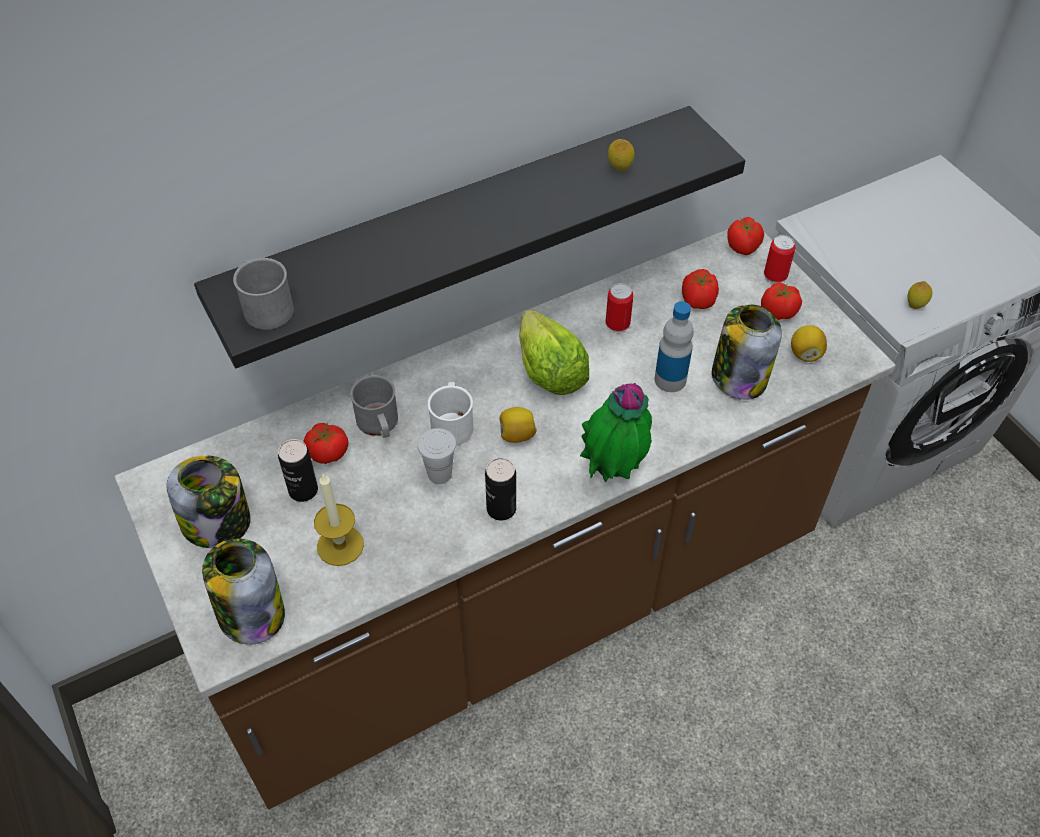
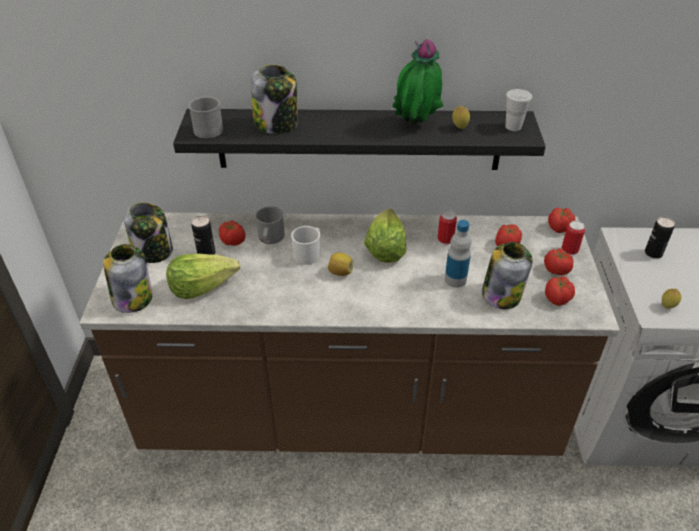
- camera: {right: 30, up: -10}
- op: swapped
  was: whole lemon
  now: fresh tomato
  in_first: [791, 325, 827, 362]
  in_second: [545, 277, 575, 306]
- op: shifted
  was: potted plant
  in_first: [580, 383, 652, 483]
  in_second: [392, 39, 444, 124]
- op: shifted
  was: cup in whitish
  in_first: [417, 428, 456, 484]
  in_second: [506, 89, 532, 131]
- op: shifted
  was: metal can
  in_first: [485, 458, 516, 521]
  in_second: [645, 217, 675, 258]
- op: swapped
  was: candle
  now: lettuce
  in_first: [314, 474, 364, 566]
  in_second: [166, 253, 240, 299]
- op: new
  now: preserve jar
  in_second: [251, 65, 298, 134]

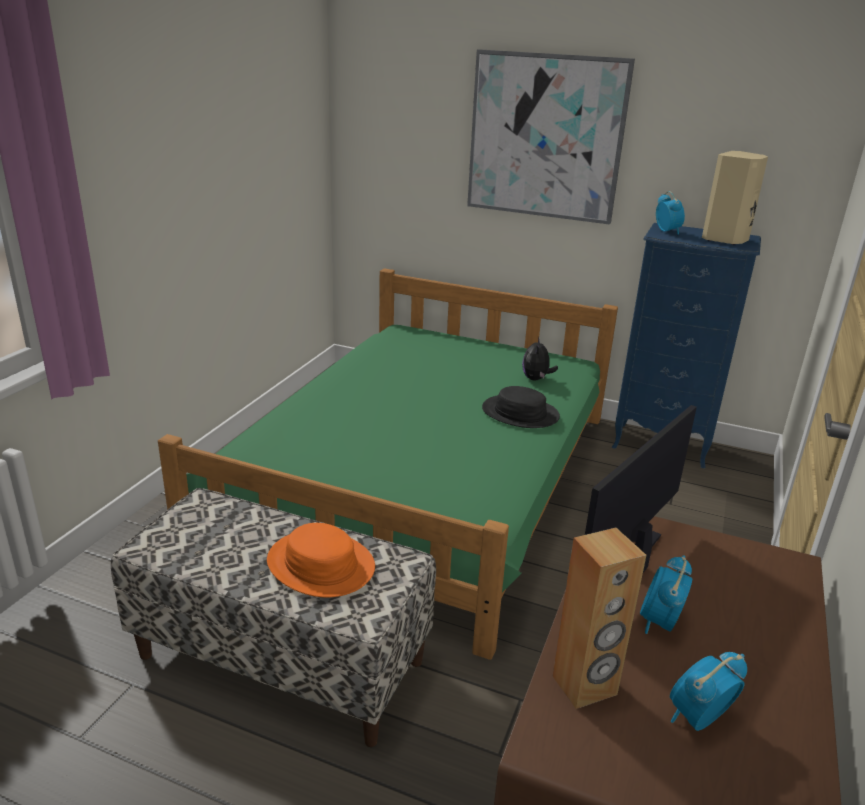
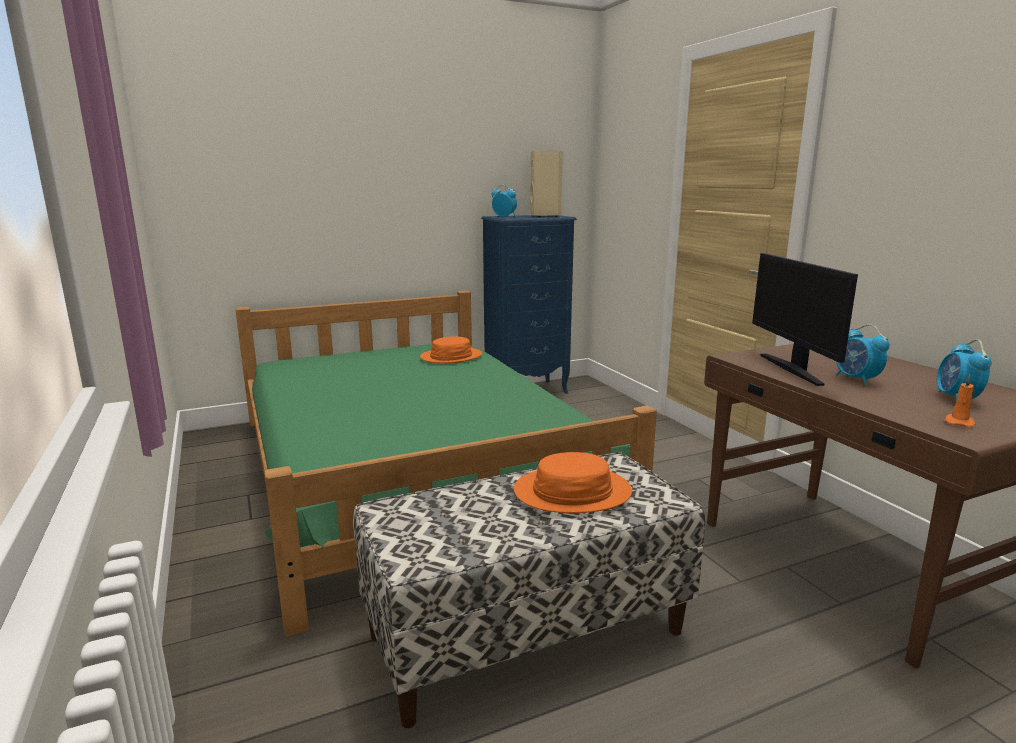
- camera: {right: -45, up: -10}
- op: gone
  was: wall art
  in_first: [467, 49, 635, 225]
- op: swapped
  was: cuddly toy
  now: wearable hat in orange-coloured
  in_first: [522, 337, 558, 380]
  in_second: [420, 336, 482, 363]
- op: gone
  was: wearable hat in black
  in_first: [482, 386, 560, 428]
- op: gone
  was: loudspeaker in brown-coloured
  in_first: [553, 527, 646, 709]
- op: new
  now: candle in orange-coloured
  in_second: [945, 375, 976, 427]

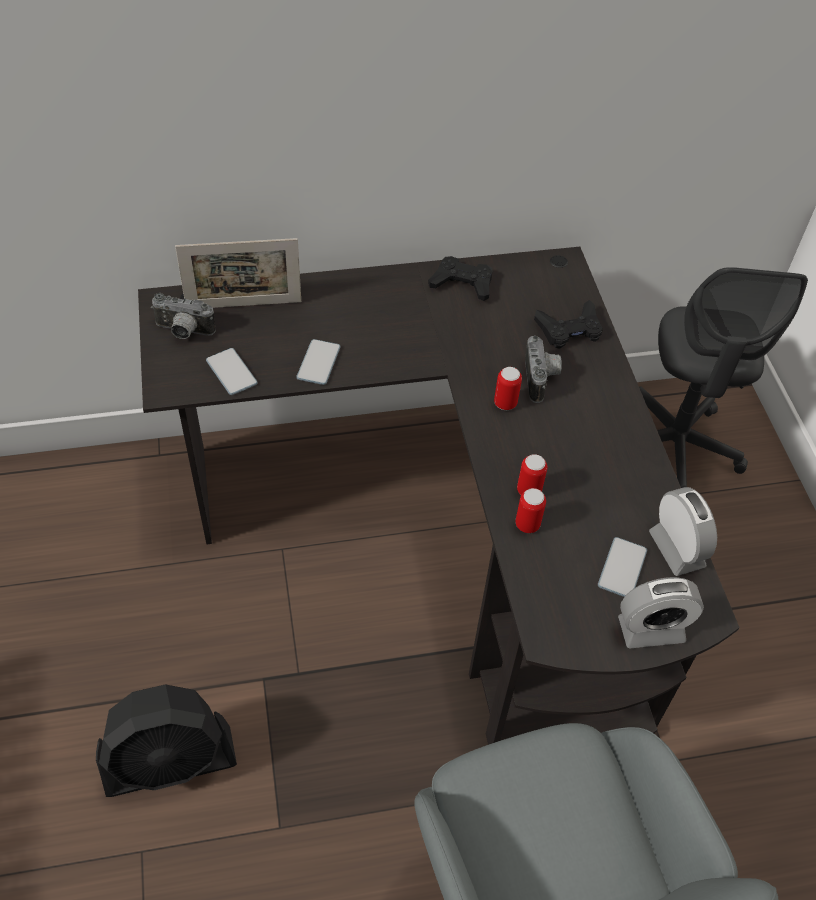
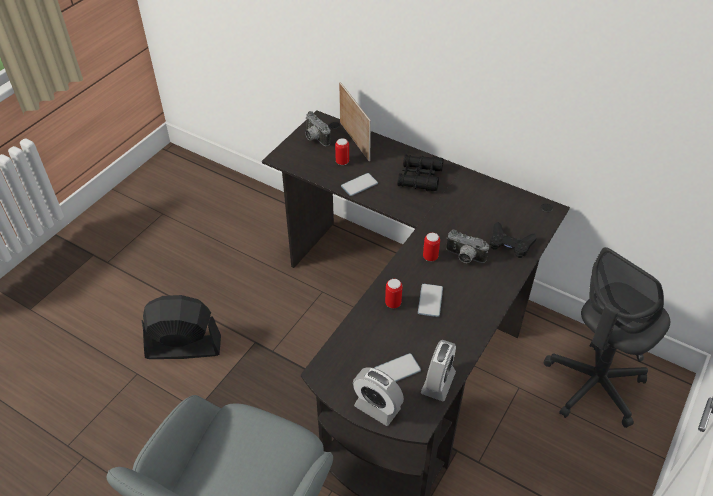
- camera: {right: 45, up: -5}
- op: rotated
  was: photo frame
  in_first: [175, 238, 301, 308]
  in_second: [339, 82, 371, 161]
  clockwise: -150
- op: gone
  was: joypad in black
  in_first: [428, 256, 493, 301]
- op: rotated
  was: still camera
  in_first: [525, 335, 562, 403]
  in_second: [446, 230, 489, 263]
  clockwise: 75
- op: shifted
  was: telephone
  in_first: [206, 348, 258, 395]
  in_second: [418, 284, 443, 317]
- op: shifted
  was: metal can
  in_first: [515, 488, 546, 533]
  in_second: [335, 138, 349, 165]
- op: rotated
  was: electric fan in black
  in_first: [96, 684, 237, 797]
  in_second: [141, 295, 221, 359]
  clockwise: 150
- op: new
  now: pair of binoculars in black
  in_second: [398, 155, 444, 191]

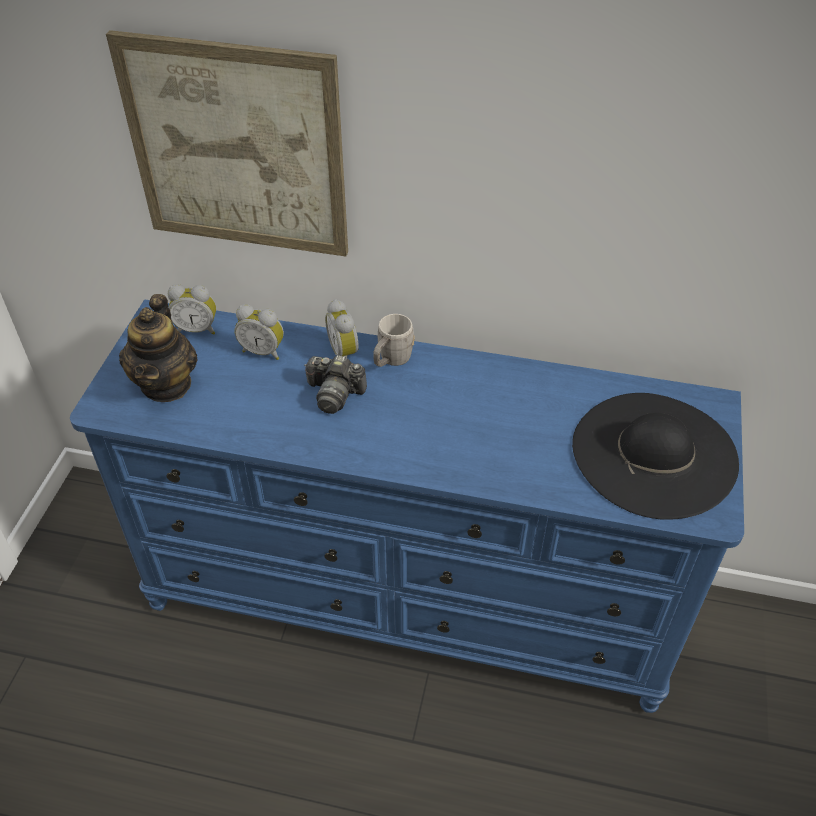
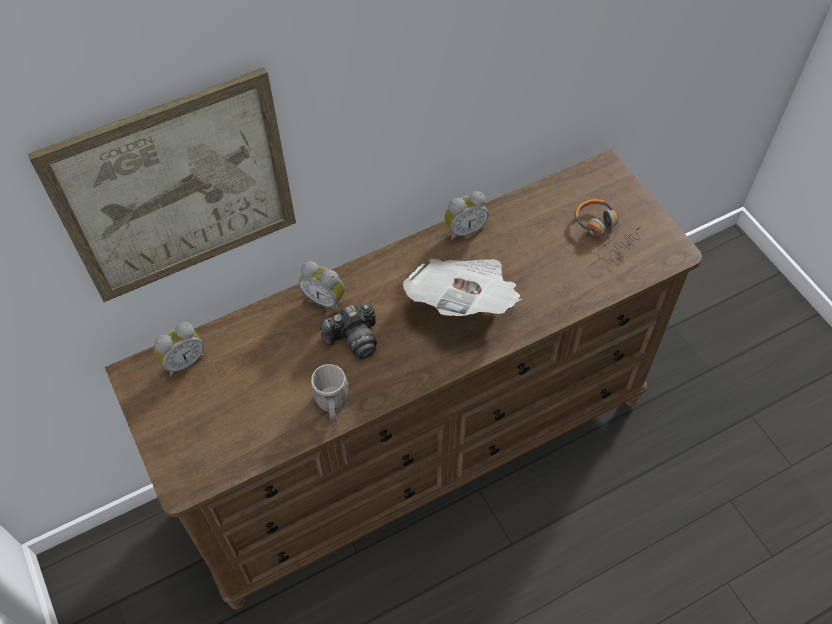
- camera: {right: -40, up: 10}
- op: gone
  was: teapot
  in_first: [119, 294, 198, 402]
- op: repainted
  was: drawer chest in blue-coloured
  now: drawer chest in brown-coloured
  in_first: [70, 299, 744, 713]
  in_second: [105, 149, 702, 610]
- op: shifted
  was: table clock
  in_first: [234, 304, 284, 360]
  in_second: [444, 191, 489, 240]
- op: shifted
  was: mug in greyish
  in_first: [373, 314, 415, 367]
  in_second: [311, 364, 349, 423]
- op: swapped
  was: wearable hat in black
  now: headset
  in_first: [572, 393, 739, 520]
  in_second: [575, 199, 642, 260]
- op: new
  now: newspaper
  in_second: [403, 259, 522, 316]

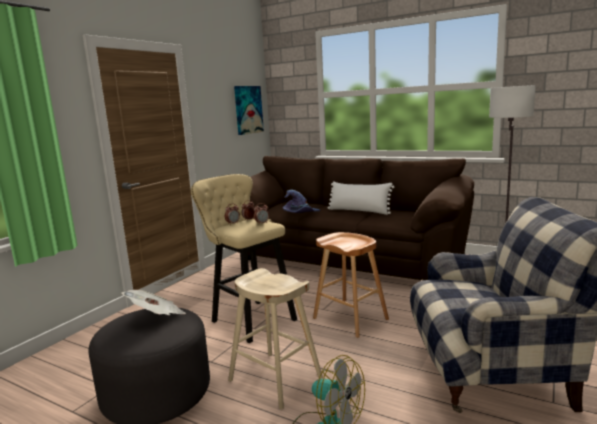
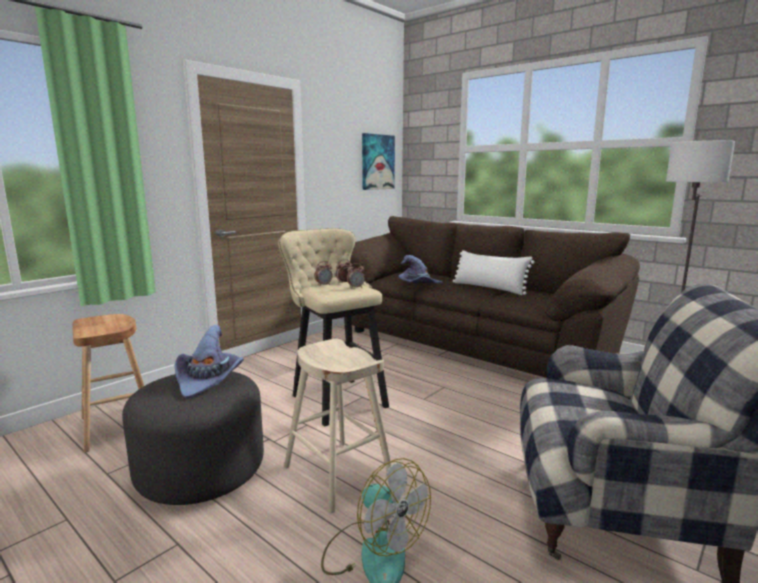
- camera: {right: 10, up: 0}
- op: shifted
  was: stool seat in brown-coloured
  in_first: [313, 232, 389, 338]
  in_second: [72, 314, 144, 452]
- op: swapped
  was: newspaper
  now: wearable hat in purple-coloured
  in_first: [121, 290, 186, 315]
  in_second: [175, 325, 244, 399]

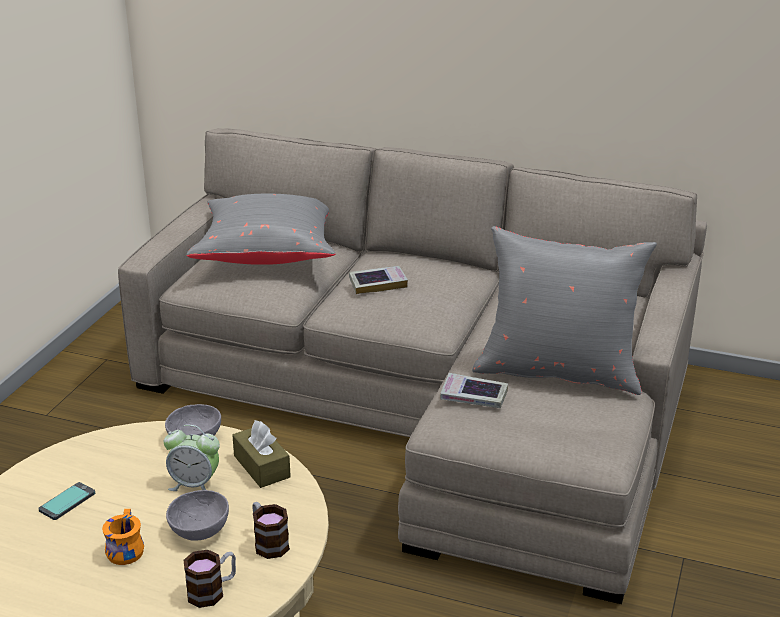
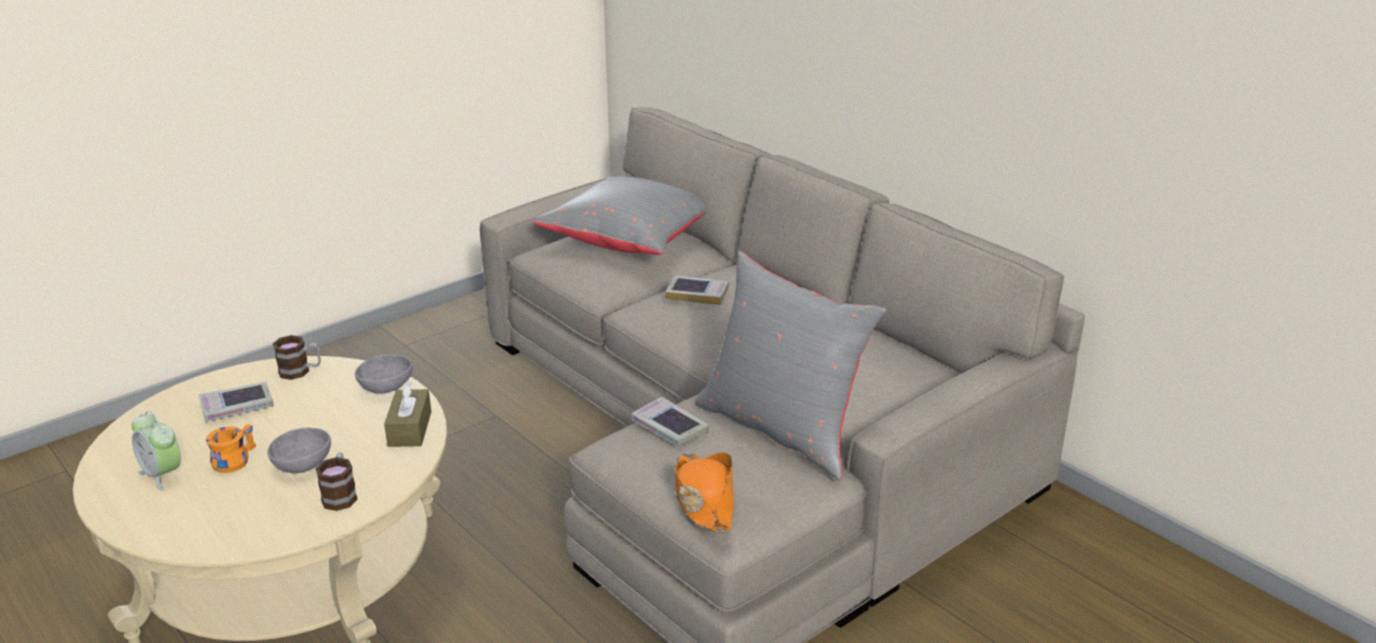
- camera: {right: 30, up: 0}
- op: shifted
  was: table clock
  in_first: [164, 425, 220, 491]
  in_second: [131, 411, 181, 491]
- op: swapped
  was: telephone
  now: book
  in_first: [38, 482, 95, 520]
  in_second: [198, 382, 274, 422]
- op: shifted
  was: mug
  in_first: [184, 550, 236, 608]
  in_second: [273, 335, 321, 380]
- op: new
  now: wearable hat in orange-coloured
  in_second: [675, 452, 733, 533]

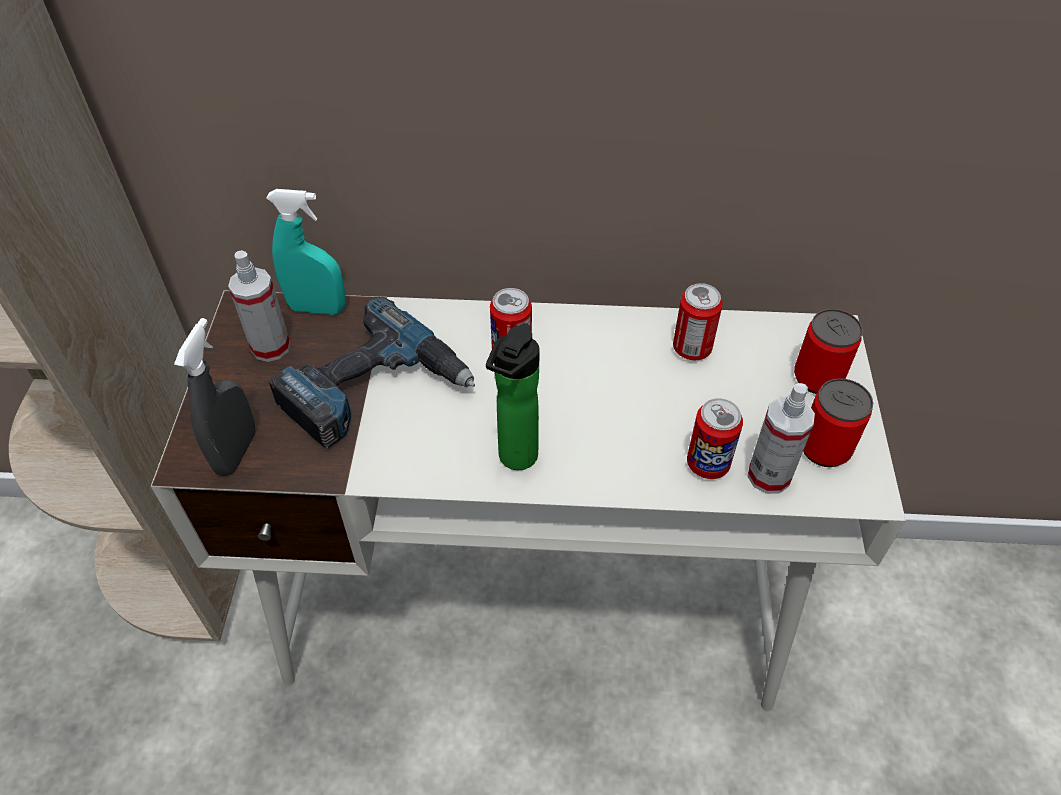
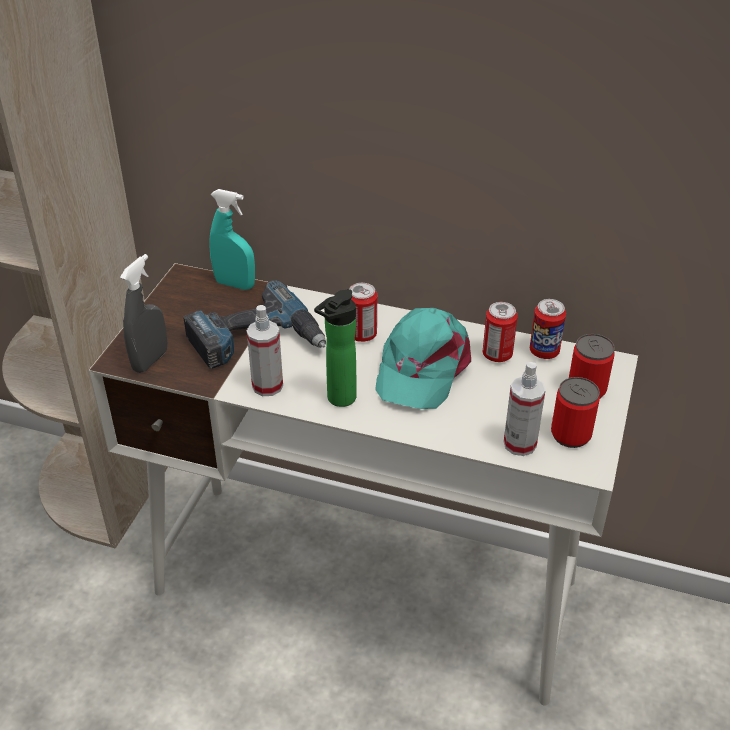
- camera: {right: 15, up: -10}
- op: shifted
  was: hand sprayer
  in_first: [228, 250, 290, 362]
  in_second: [247, 305, 283, 396]
- op: shifted
  was: metal can
  in_first: [687, 398, 743, 479]
  in_second: [530, 299, 566, 359]
- op: new
  now: peaked cap in turquoise-coloured
  in_second: [375, 308, 471, 409]

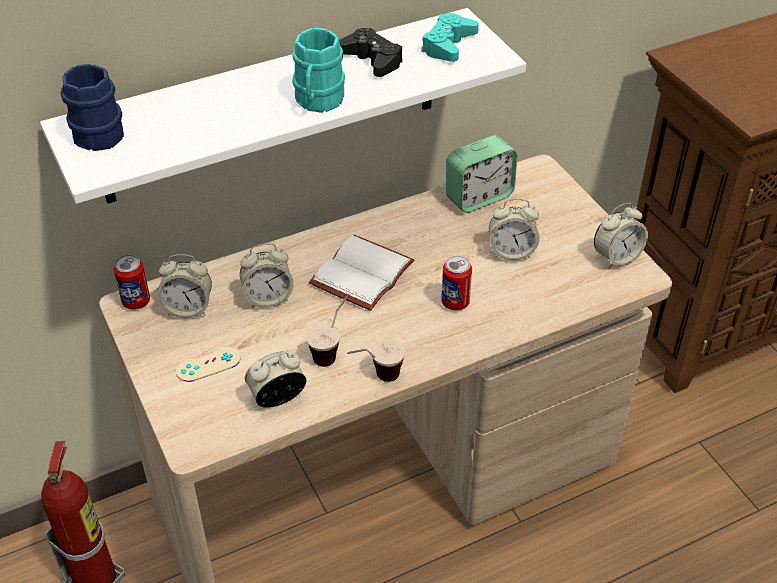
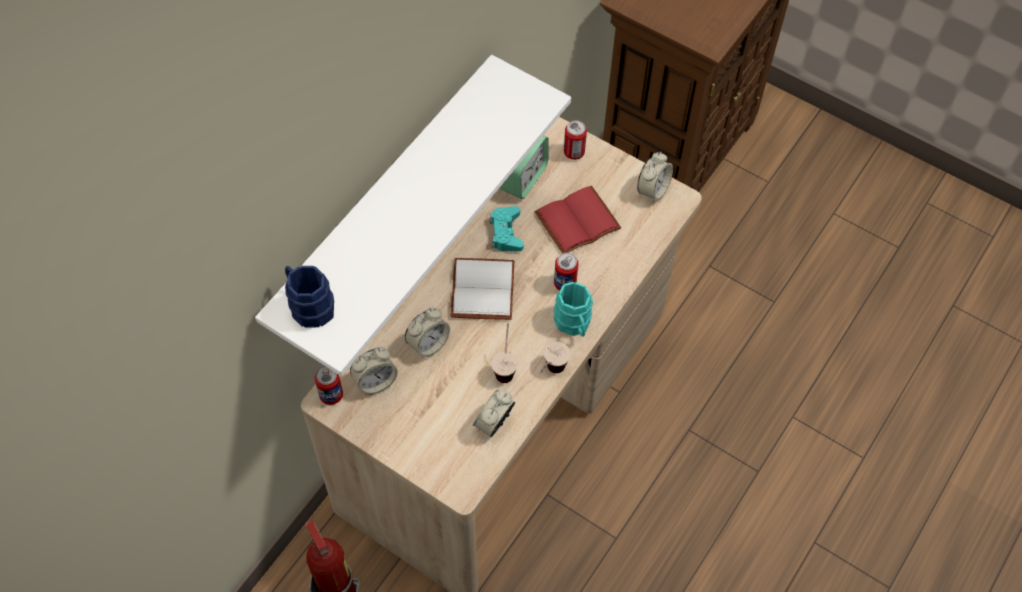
- camera: {right: -30, up: 15}
- op: shifted
  was: joypad in turquoise-coloured
  in_first: [421, 13, 479, 62]
  in_second: [490, 206, 524, 251]
- op: shifted
  was: mug in turquoise-coloured
  in_first: [292, 28, 345, 113]
  in_second: [554, 282, 593, 337]
- op: gone
  was: joypad in black
  in_first: [339, 28, 403, 77]
- op: swapped
  was: table clock
  now: book in red
  in_first: [489, 198, 539, 261]
  in_second: [535, 186, 621, 253]
- op: gone
  was: joypad in beige-coloured
  in_first: [176, 347, 240, 382]
- op: new
  now: metal can
  in_second: [564, 120, 587, 160]

